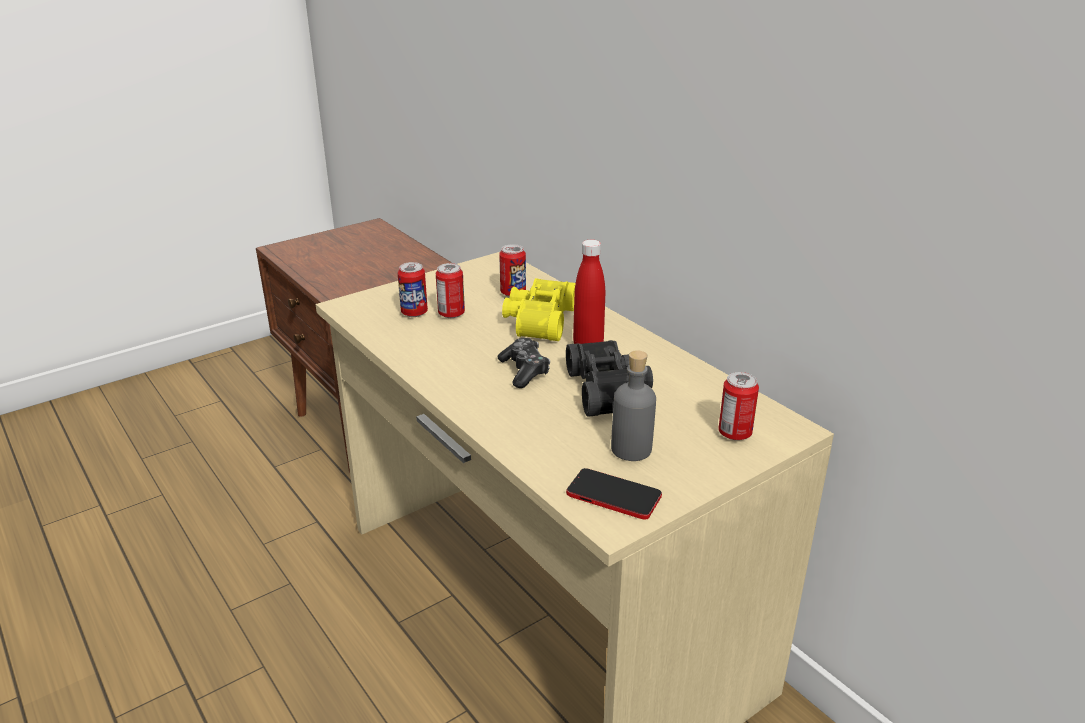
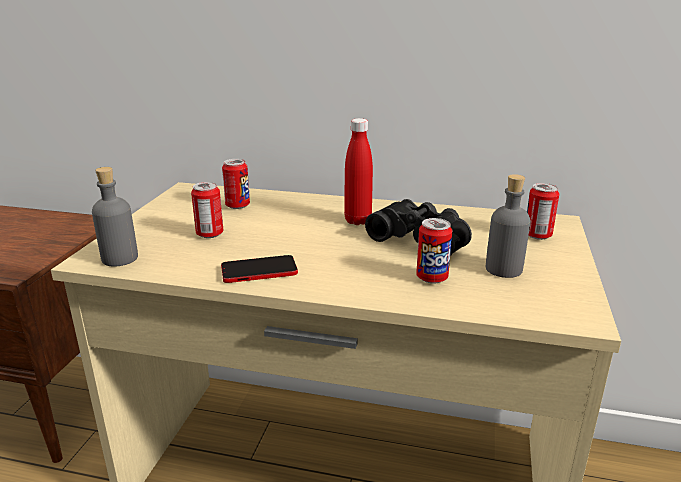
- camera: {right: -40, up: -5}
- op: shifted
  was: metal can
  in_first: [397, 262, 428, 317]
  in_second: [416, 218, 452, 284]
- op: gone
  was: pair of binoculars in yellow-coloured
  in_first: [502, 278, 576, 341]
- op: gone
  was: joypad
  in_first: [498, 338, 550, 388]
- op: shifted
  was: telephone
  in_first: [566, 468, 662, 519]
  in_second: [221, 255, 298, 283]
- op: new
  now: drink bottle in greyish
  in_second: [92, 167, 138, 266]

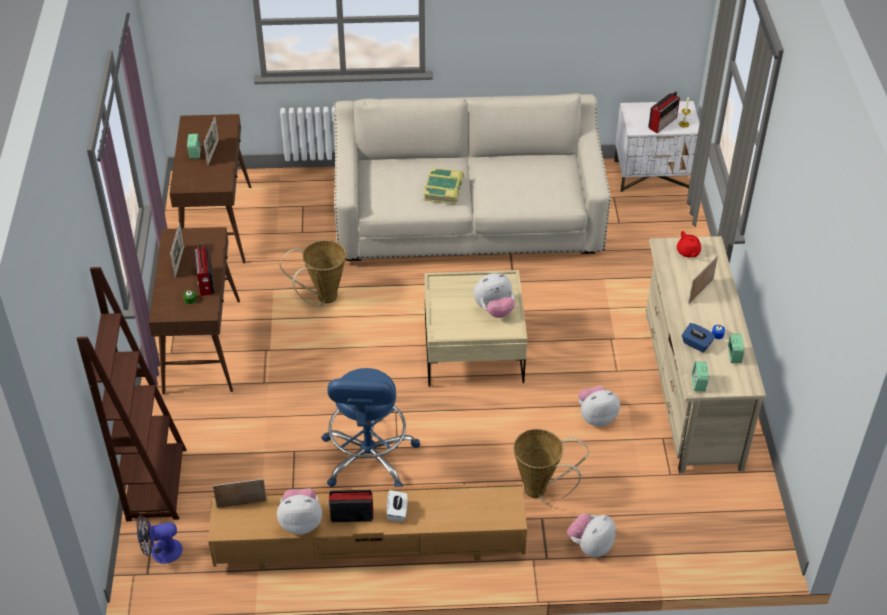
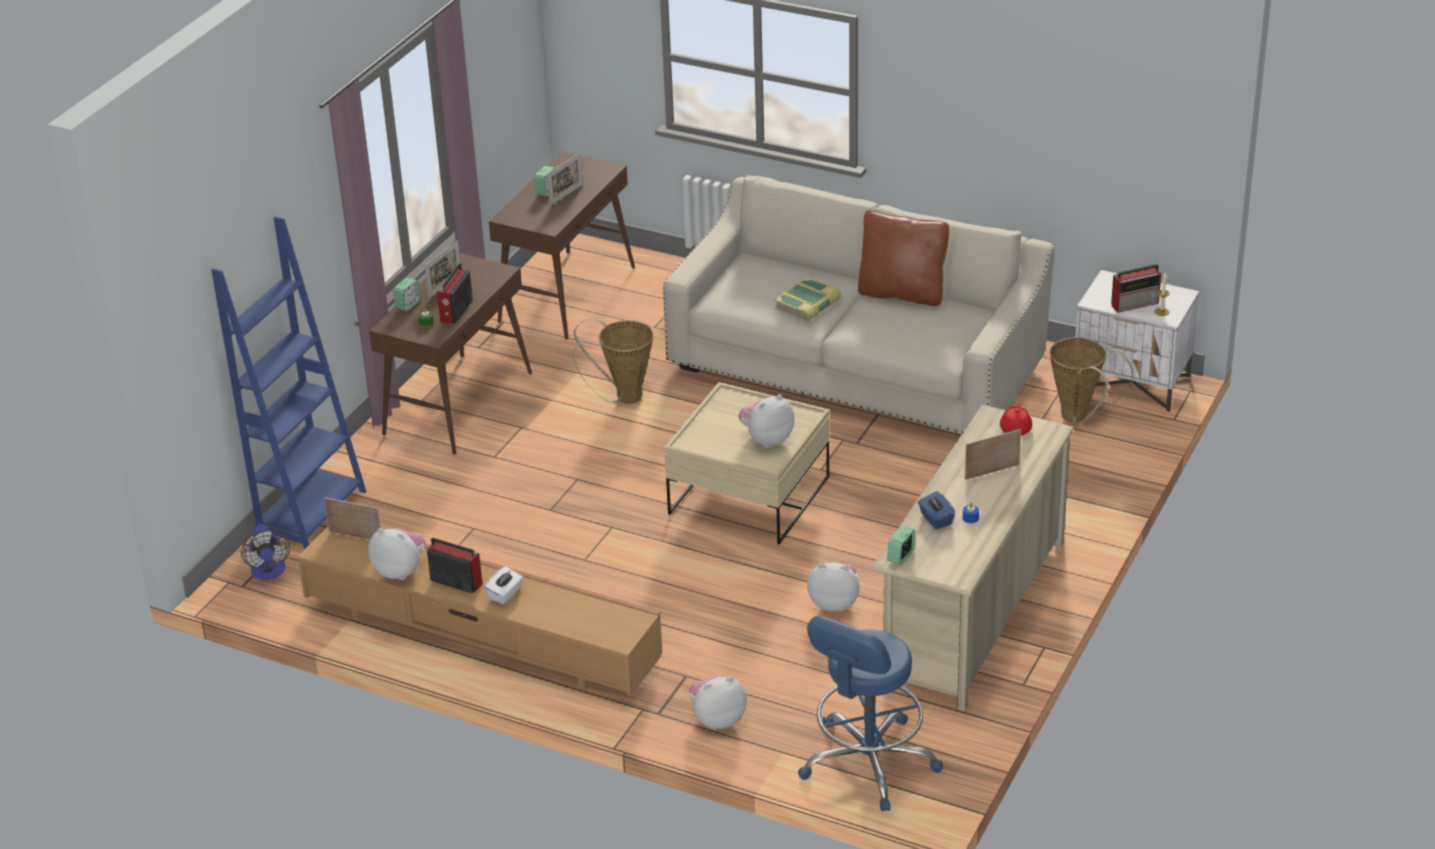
- camera: {right: 30, up: -10}
- op: repainted
  was: bookshelf in brown-coloured
  now: bookshelf in blue-coloured
  in_first: [77, 267, 187, 522]
  in_second: [211, 216, 366, 549]
- op: rotated
  was: cuddly toy
  in_first: [474, 273, 515, 318]
  in_second: [738, 395, 794, 448]
  clockwise: 135
- op: shifted
  was: table clock
  in_first: [728, 334, 744, 363]
  in_second: [393, 278, 421, 311]
- op: shifted
  was: stool seat in blue-coloured
  in_first: [321, 368, 420, 487]
  in_second: [798, 616, 943, 811]
- op: shifted
  was: household basket
  in_first: [513, 429, 589, 504]
  in_second: [1050, 337, 1133, 425]
- op: rotated
  was: electric fan
  in_first: [137, 515, 183, 564]
  in_second: [241, 524, 290, 580]
  clockwise: -120
- op: new
  now: throw pillow in brown-coloured
  in_second: [858, 210, 949, 306]

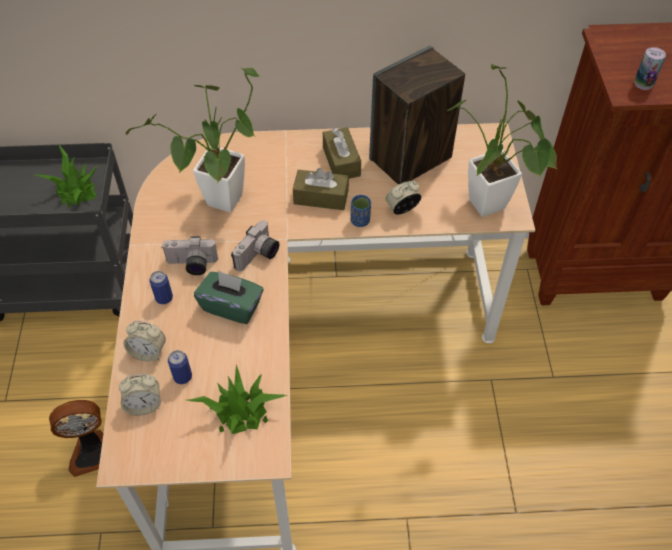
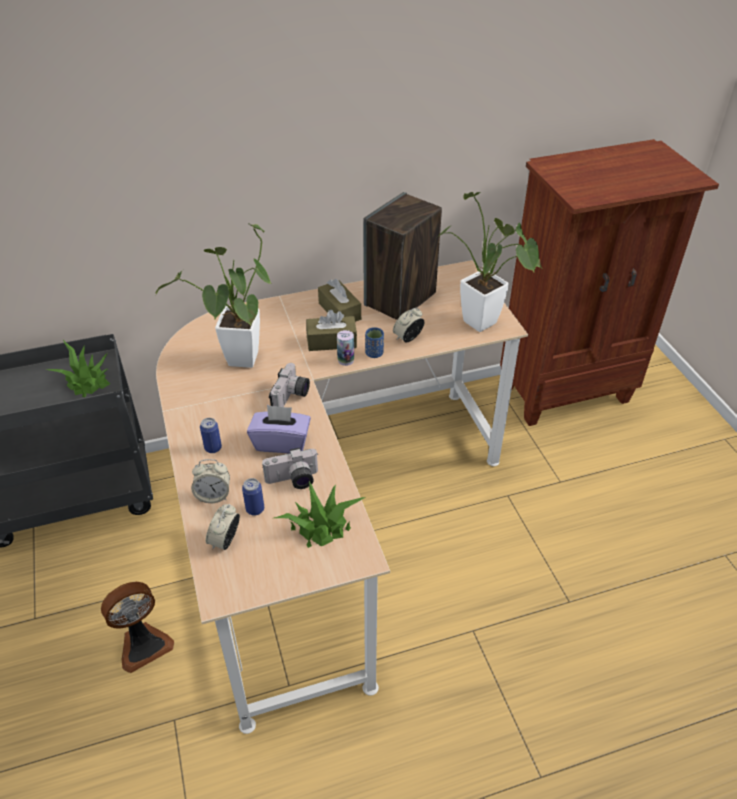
- camera: {right: -15, up: -10}
- op: shifted
  was: metal can
  in_first: [634, 47, 666, 90]
  in_second: [337, 330, 354, 366]
- op: shifted
  was: still camera
  in_first: [161, 236, 218, 275]
  in_second: [262, 448, 318, 489]
- op: repainted
  was: box of tissues in greenish
  now: box of tissues in purple-coloured
  in_first: [194, 270, 264, 324]
  in_second: [247, 405, 311, 453]
- op: rotated
  was: table clock
  in_first: [119, 374, 161, 416]
  in_second: [206, 504, 240, 550]
  clockwise: 135

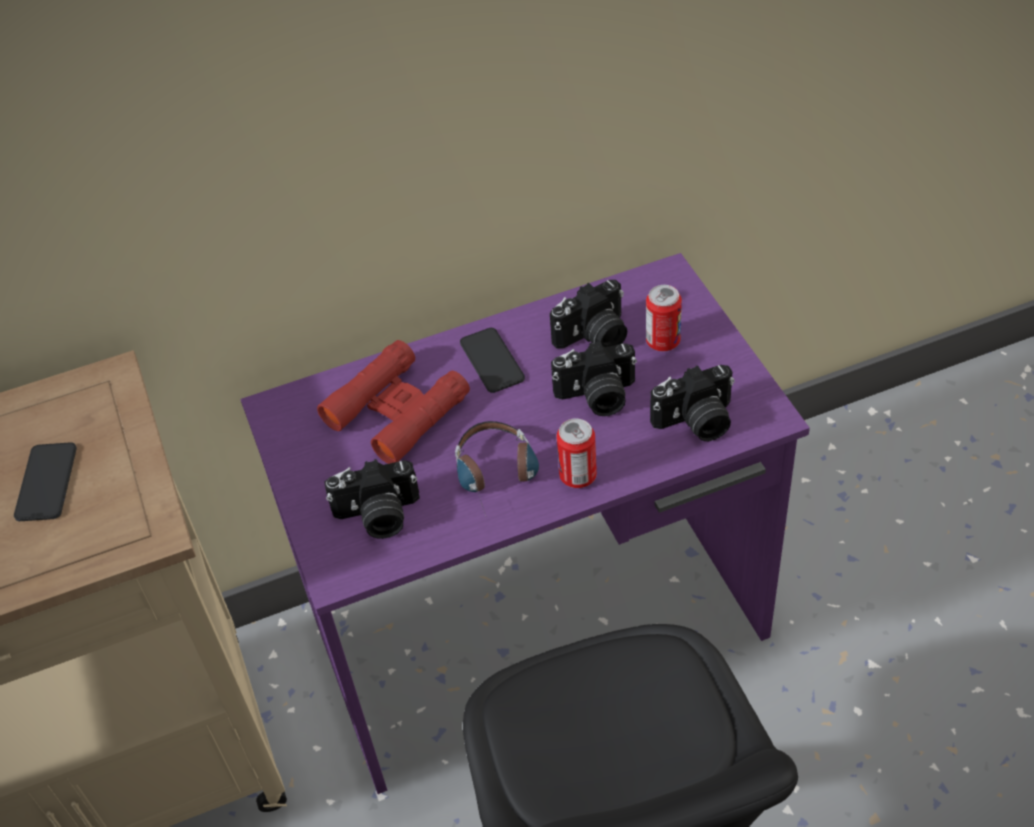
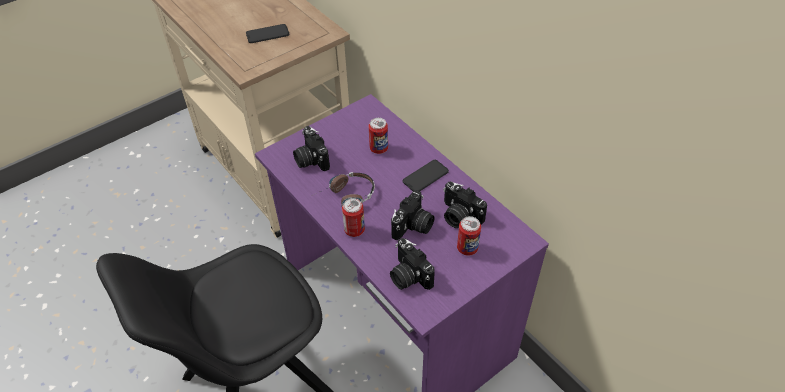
- camera: {right: 70, up: 0}
- op: swapped
  was: pair of binoculars in red
  now: metal can
  in_first: [317, 340, 470, 464]
  in_second: [369, 118, 388, 154]
- op: rotated
  was: still camera
  in_first: [551, 341, 637, 416]
  in_second: [391, 190, 435, 240]
  clockwise: -120

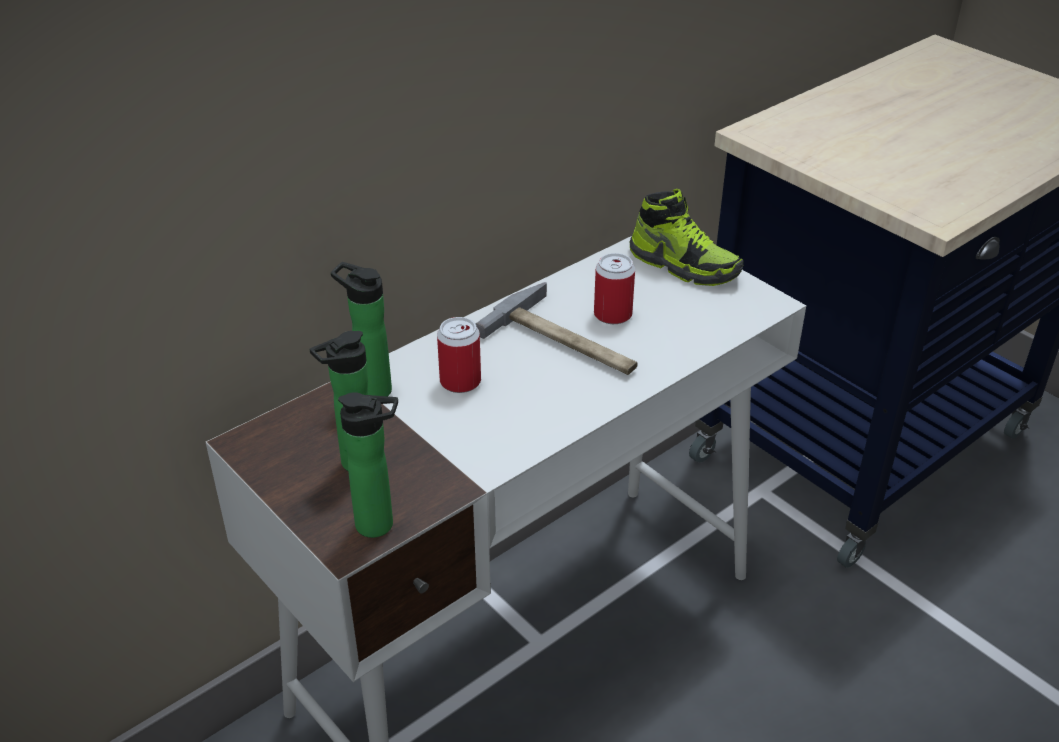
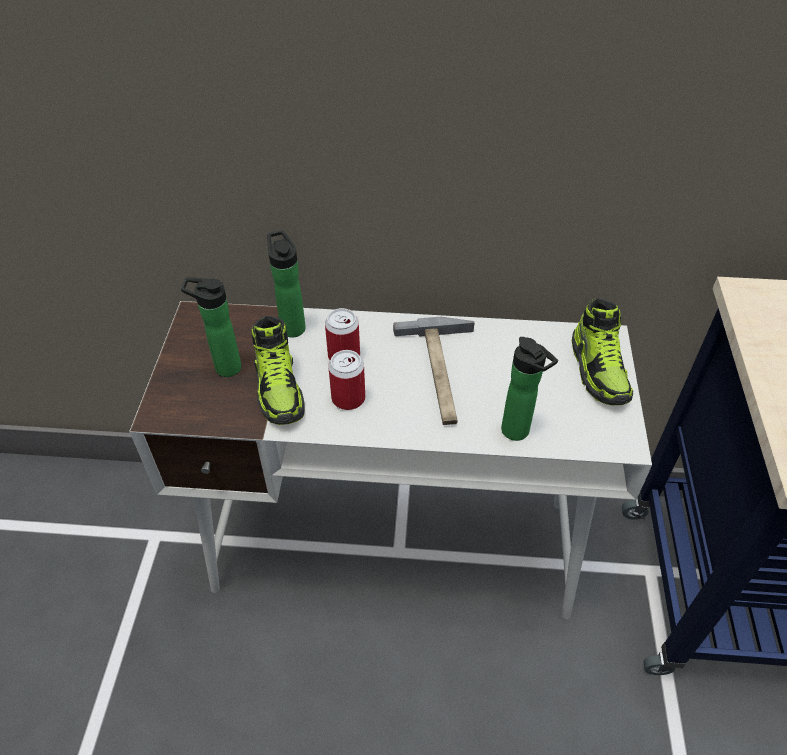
- camera: {right: 45, up: 10}
- op: shifted
  was: metal can
  in_first: [594, 253, 635, 324]
  in_second: [328, 350, 365, 410]
- op: shifted
  was: drink bottle
  in_first: [338, 392, 398, 538]
  in_second: [501, 337, 558, 441]
- op: new
  now: shoe
  in_second: [251, 316, 305, 425]

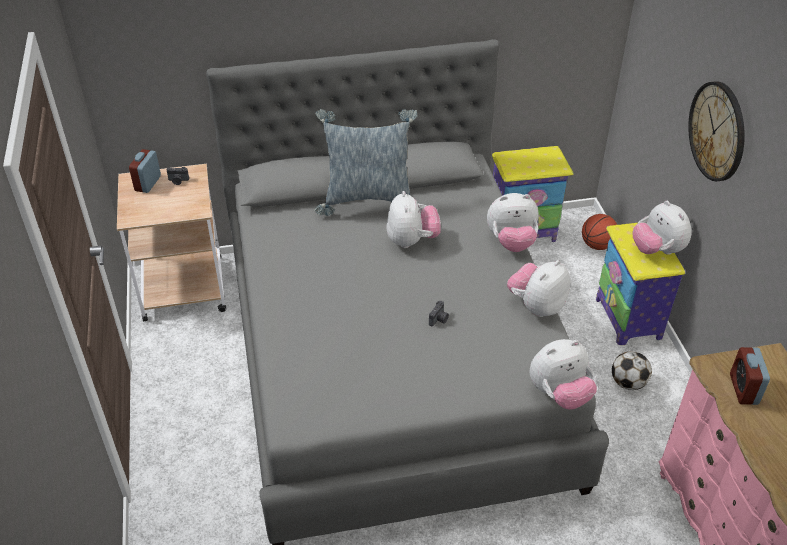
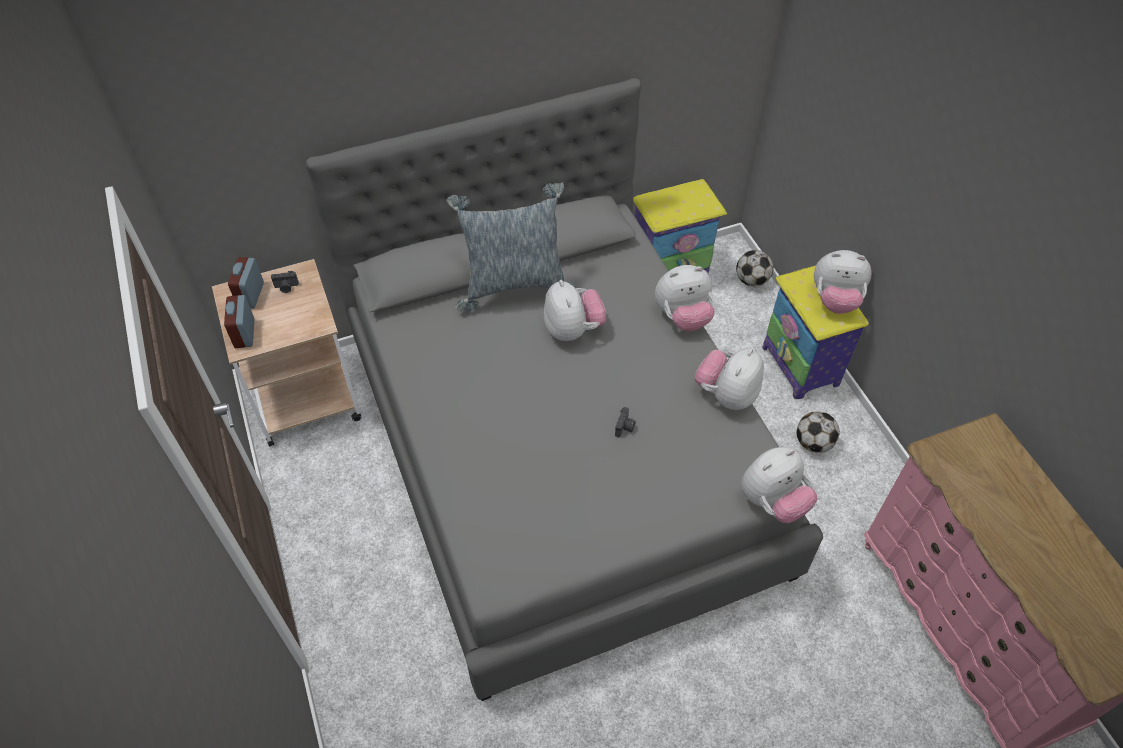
- camera: {right: -10, up: 10}
- op: gone
  was: wall clock
  in_first: [688, 81, 745, 181]
- op: rotated
  was: cuddly toy
  in_first: [633, 201, 691, 255]
  in_second: [814, 250, 872, 314]
  clockwise: -45
- op: swapped
  was: ball for basketball
  now: ball for football
  in_first: [582, 214, 617, 250]
  in_second: [736, 250, 774, 286]
- op: shifted
  was: table clock
  in_first: [730, 347, 770, 405]
  in_second: [224, 295, 254, 348]

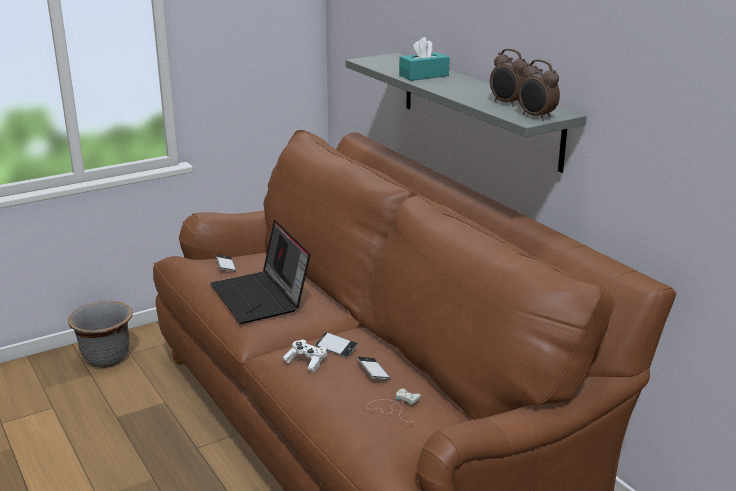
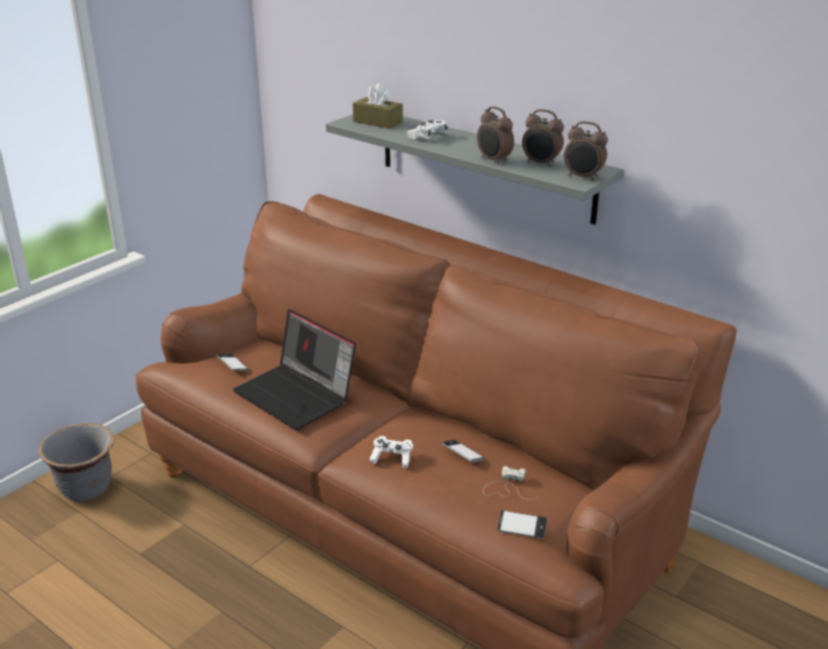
- camera: {right: -20, up: 5}
- op: swapped
  was: box of tissues in turquoise-coloured
  now: joypad in whitish
  in_first: [399, 37, 450, 81]
  in_second: [407, 120, 448, 140]
- op: shifted
  was: telephone
  in_first: [316, 332, 358, 358]
  in_second: [497, 510, 548, 539]
- op: new
  now: box of tissues in brown-coloured
  in_second: [353, 84, 403, 129]
- op: new
  now: table clock
  in_second: [477, 106, 514, 165]

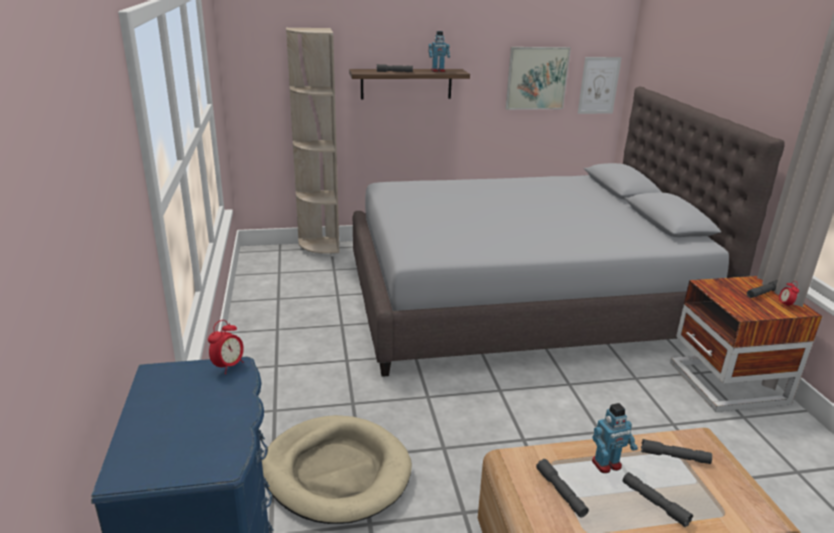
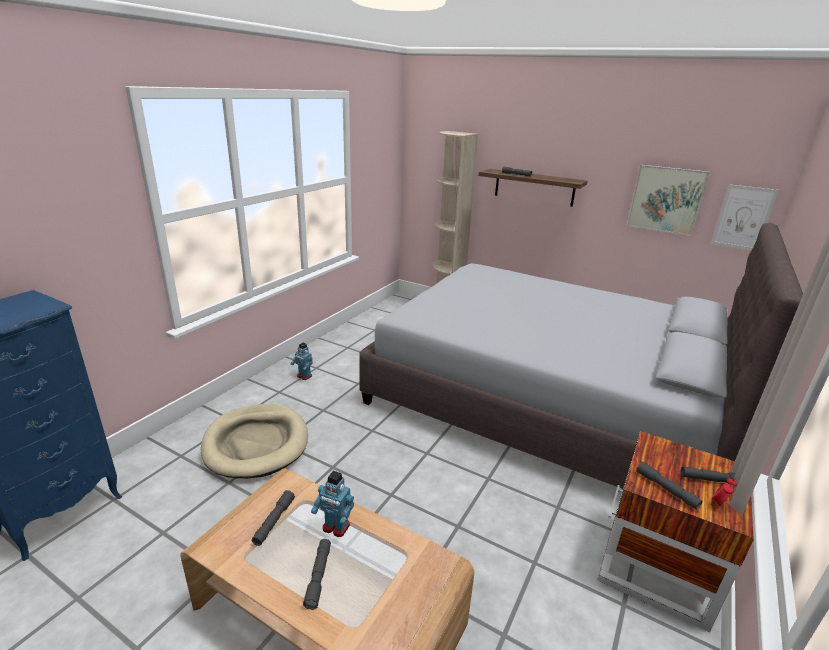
- camera: {right: 40, up: 0}
- op: shifted
  was: toy robot
  in_first: [429, 31, 450, 72]
  in_second: [290, 343, 313, 380]
- op: gone
  was: table clock
  in_first: [208, 320, 244, 374]
- op: shifted
  was: hand torch in greyish
  in_first: [641, 439, 712, 464]
  in_second: [636, 461, 702, 510]

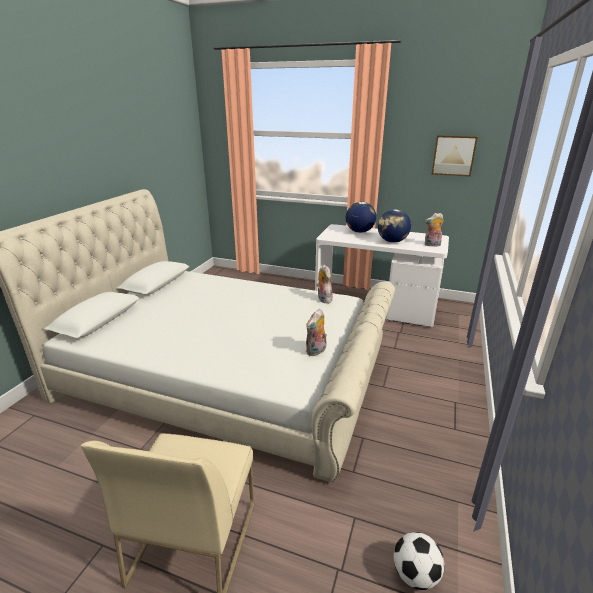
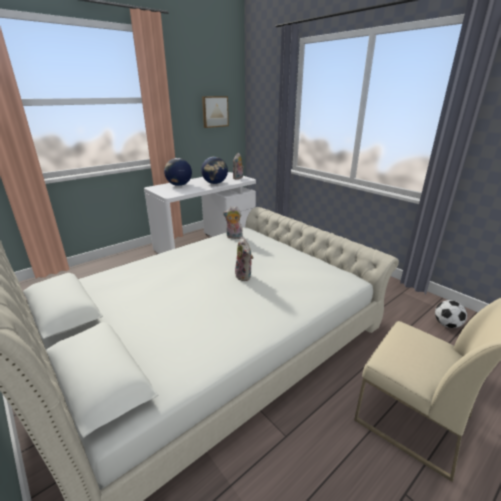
- camera: {right: -60, up: 0}
- op: shifted
  was: cuddly toy
  in_first: [306, 309, 327, 356]
  in_second: [235, 237, 254, 281]

